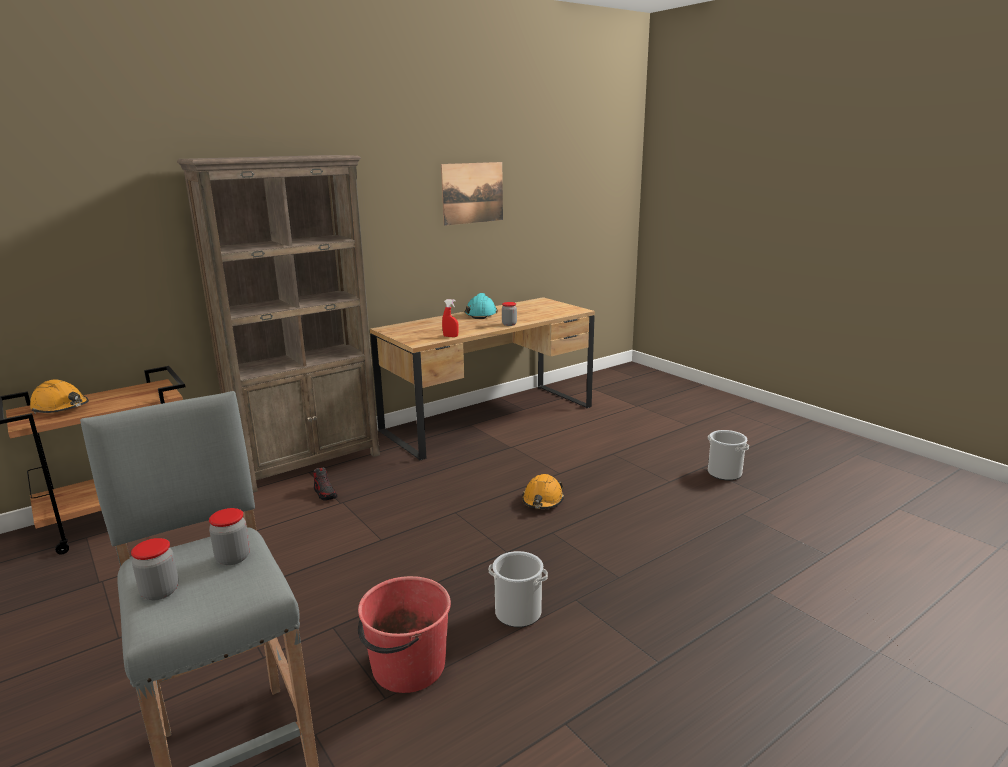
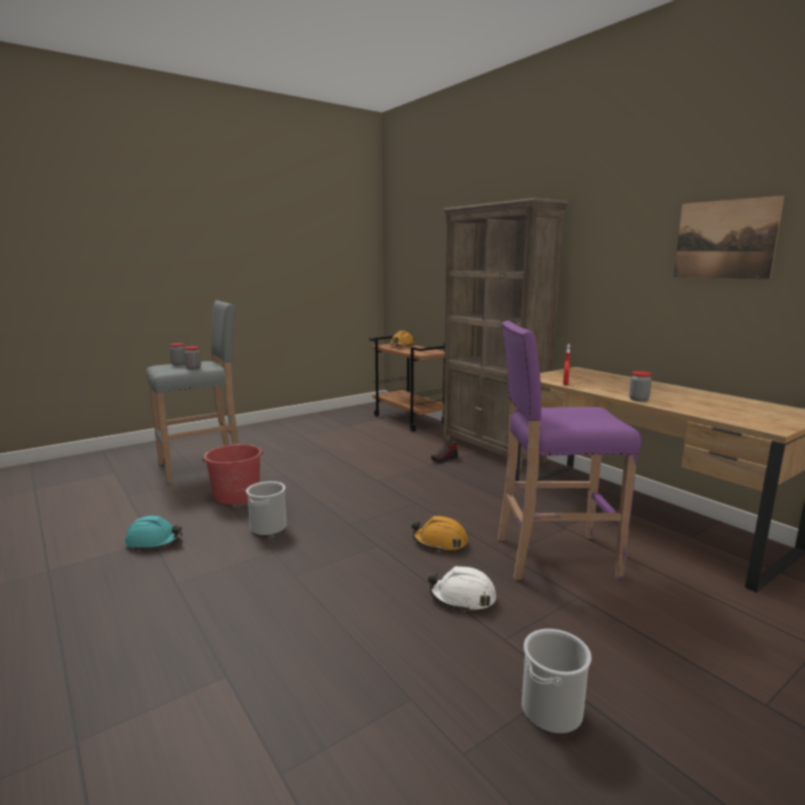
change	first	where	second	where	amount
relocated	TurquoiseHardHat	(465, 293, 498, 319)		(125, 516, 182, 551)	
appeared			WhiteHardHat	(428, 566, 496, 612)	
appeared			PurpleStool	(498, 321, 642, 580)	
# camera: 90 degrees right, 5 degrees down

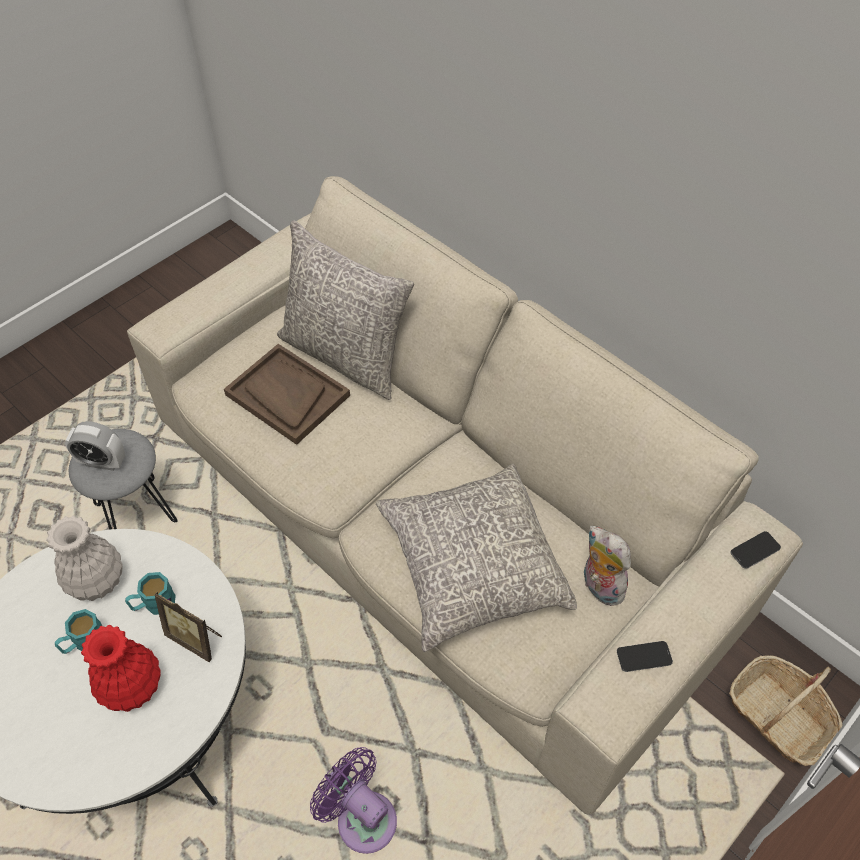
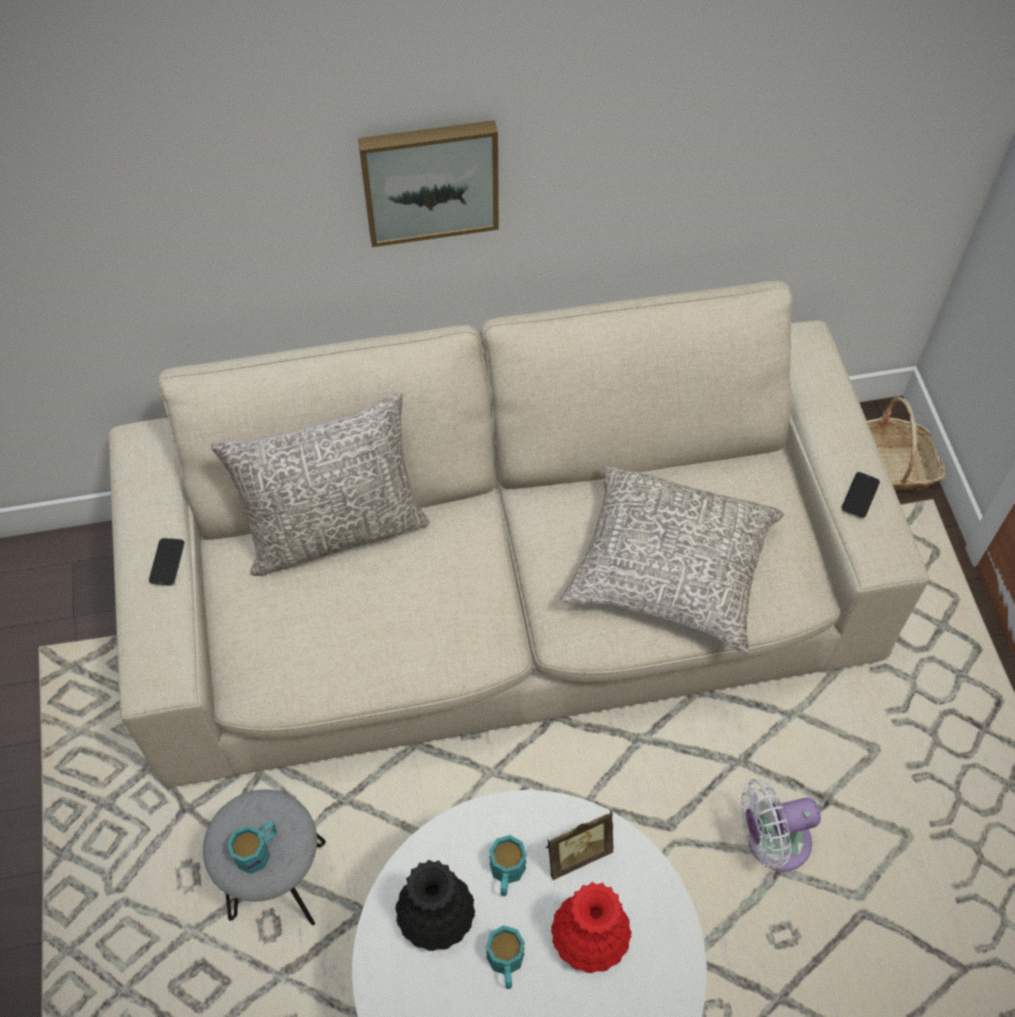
change	first	where	second	where	amount
relocated	Phone	(731, 531, 781, 569)		(149, 538, 185, 586)	
exchanged	AlarmClock	(65, 421, 125, 471)	TurquoiseMug	(227, 821, 277, 874)	
appeared			Picture	(358, 120, 499, 247)	
colour	WhiteVase	(46, 515, 122, 601)	BlackVase	(395, 860, 475, 951)	
colour	PurpleFan	(310, 747, 397, 854)	WhiteFan	(741, 779, 821, 872)	
missing	BrownTray	(224, 344, 350, 445)			
missing	PlushToy	(584, 526, 631, 606)			
# camera: 55 degrees left, 5 degrees up

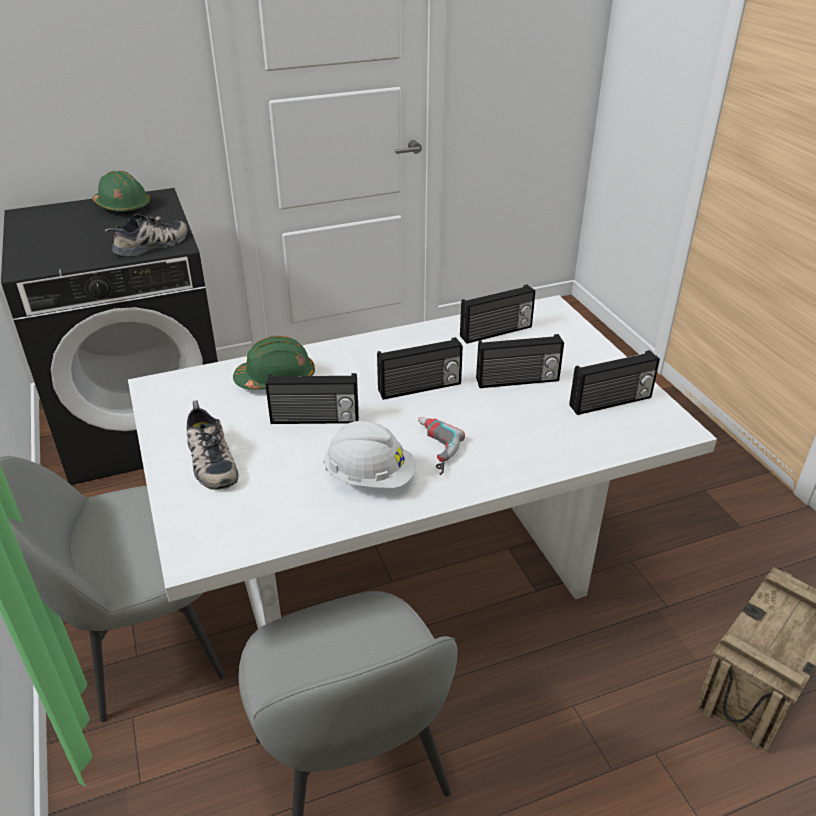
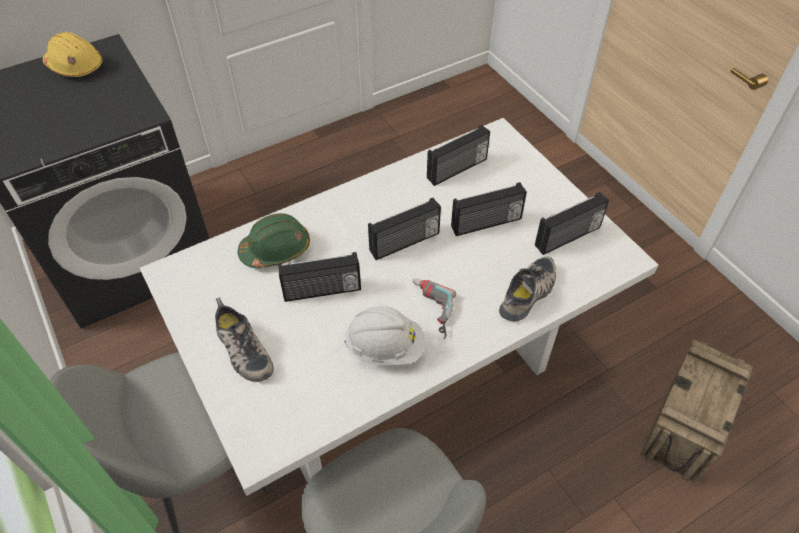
change	first	where	second	where	amount
colour	GreenHardHat	(93, 171, 150, 215)	YellowHardHat	(43, 32, 103, 78)	
relocated	Shoe	(105, 214, 187, 258)		(499, 256, 556, 321)	
# camera: 10 degrees left, 15 degrees up

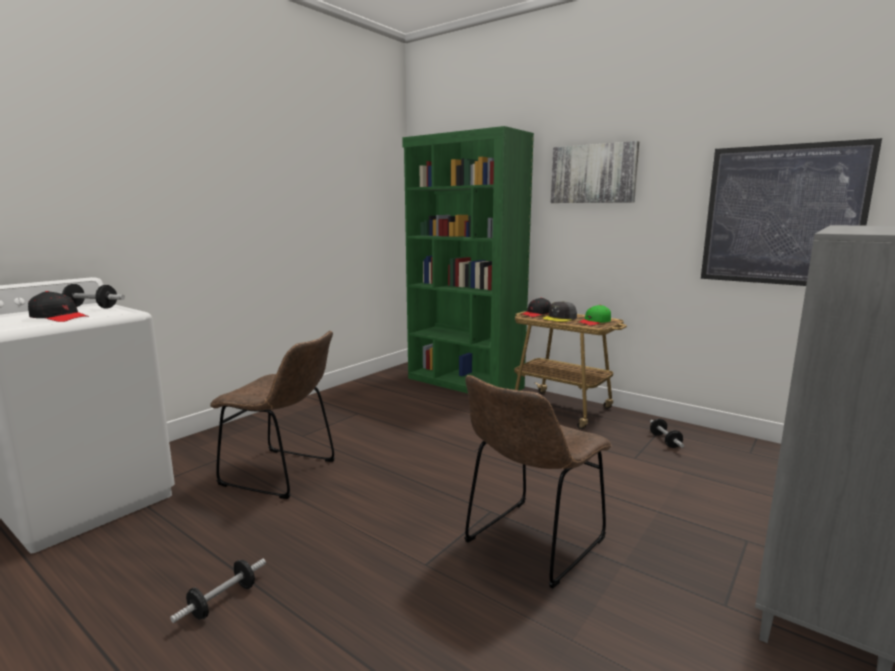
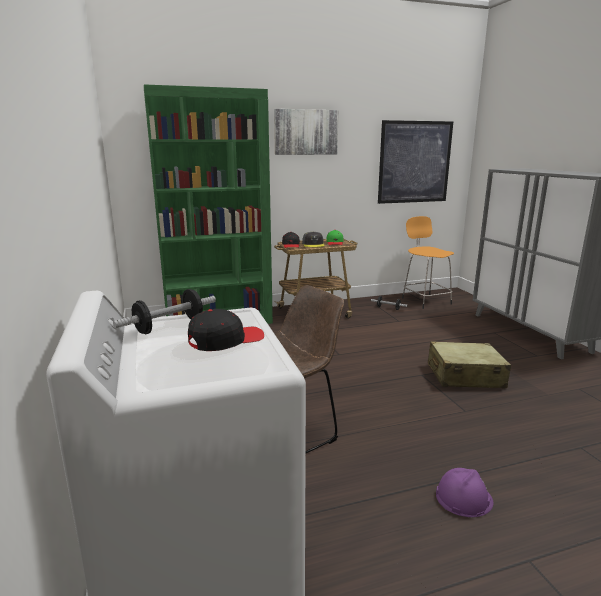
change	first	where	second	where	amount
appeared			OrangeStool	(402, 216, 454, 309)	
exchanged	BrownChair	(464, 375, 612, 588)	BeigeSuitcase	(428, 341, 511, 388)	
exchanged	Dumbbell	(170, 559, 266, 623)	PurpleHardHat	(436, 468, 494, 517)	
# camera: 55 degrees left, 5 degrees up

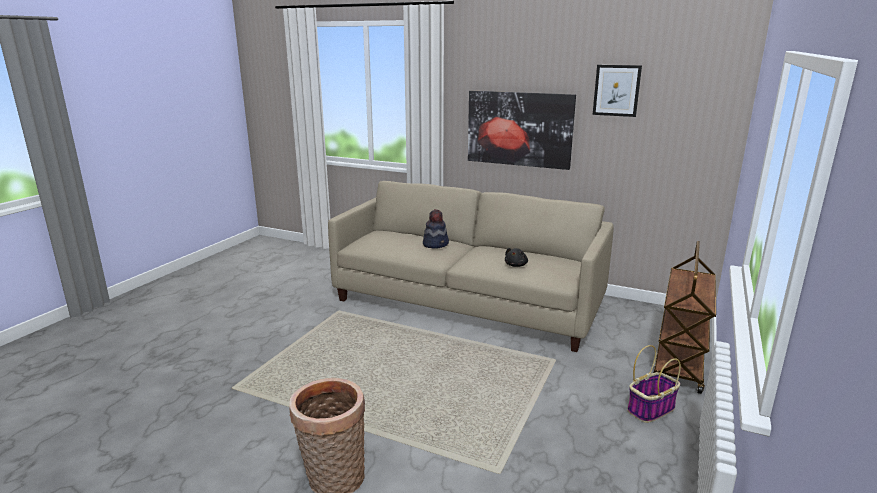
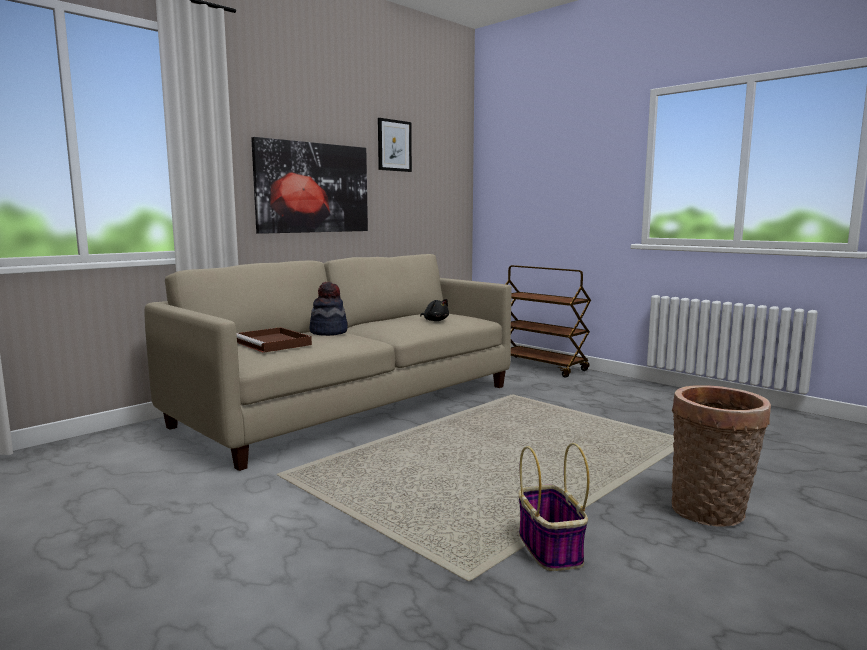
change	first	where	second	where	amount
appeared			BrownTray	(236, 327, 312, 353)	
relocated	Basket	(627, 345, 681, 423)		(519, 443, 589, 571)	
# camera: 70 degrees left, 10 degrees down

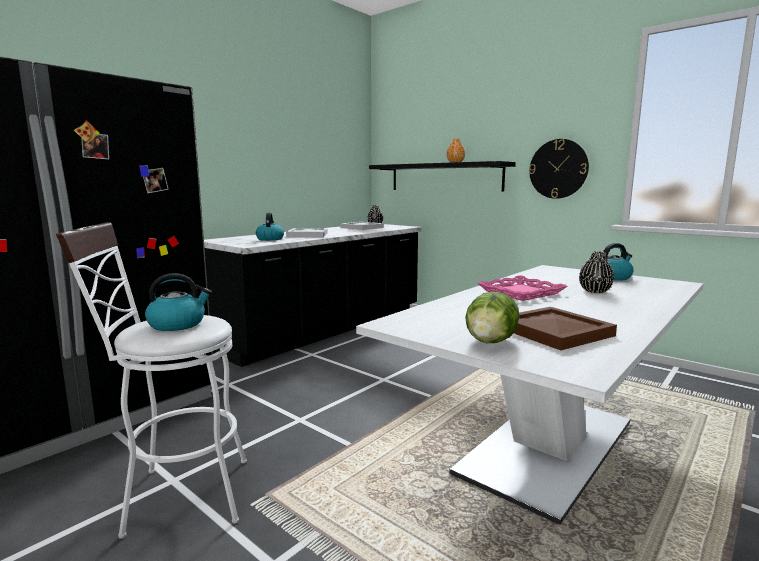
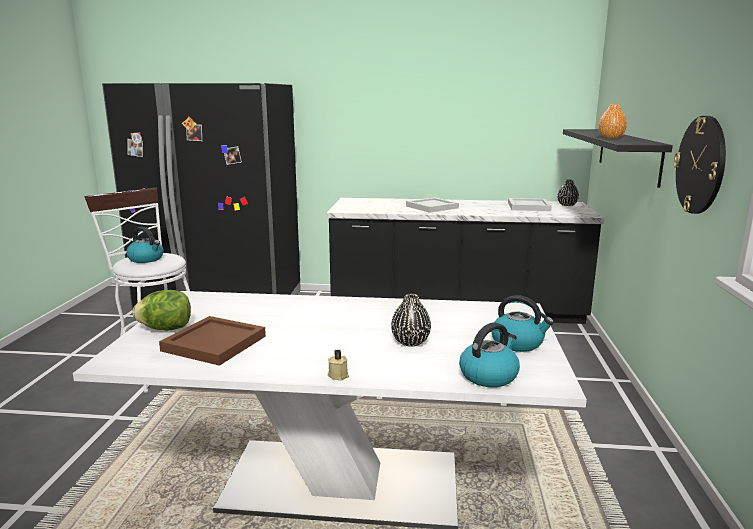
change	first	where	second	where	amount
appeared			BeigeCandle	(328, 349, 349, 381)	
relocated	Kettle	(256, 213, 284, 241)		(459, 322, 520, 387)	
missing	PinkTray	(478, 275, 567, 301)			
# camera: 55 degrees right, 5 degrees up

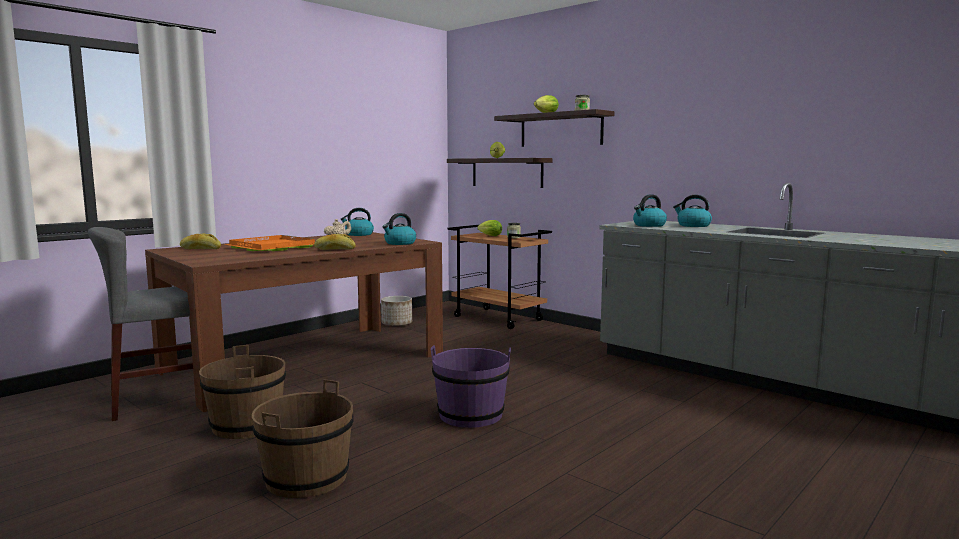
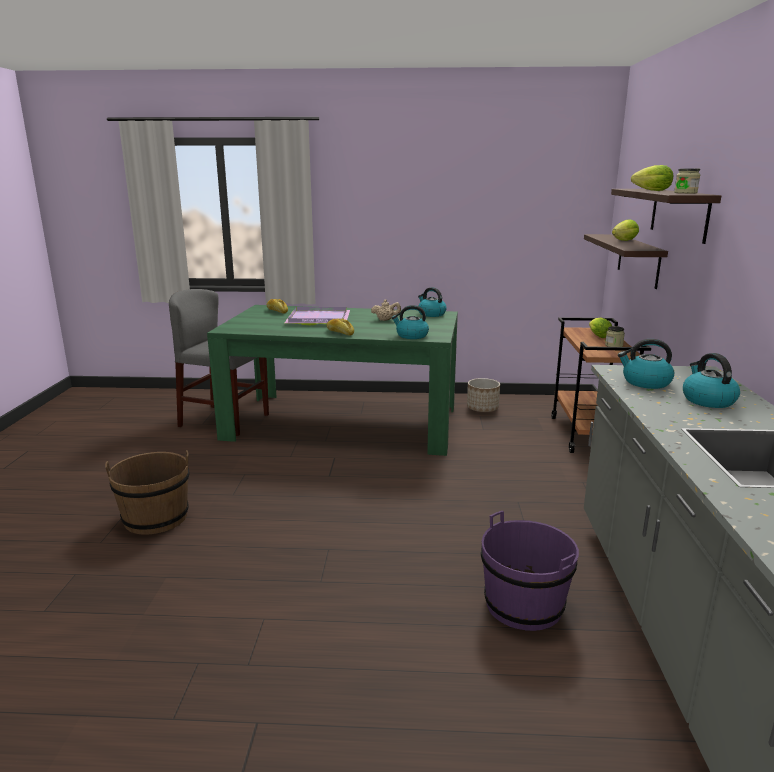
change	first	where	second	where	amount
colour	BrownDiningTable	(145, 232, 443, 412)	GreenDiningTable	(207, 305, 458, 456)	
colour	OrangeTray	(223, 235, 315, 251)	PurpleTray	(285, 307, 350, 325)	
relocated	PurpleBucket	(431, 345, 511, 428)		(481, 511, 579, 631)	
missing	BrownBucket	(199, 345, 286, 439)			
# camera: 50 degrees right, 10 degrees up

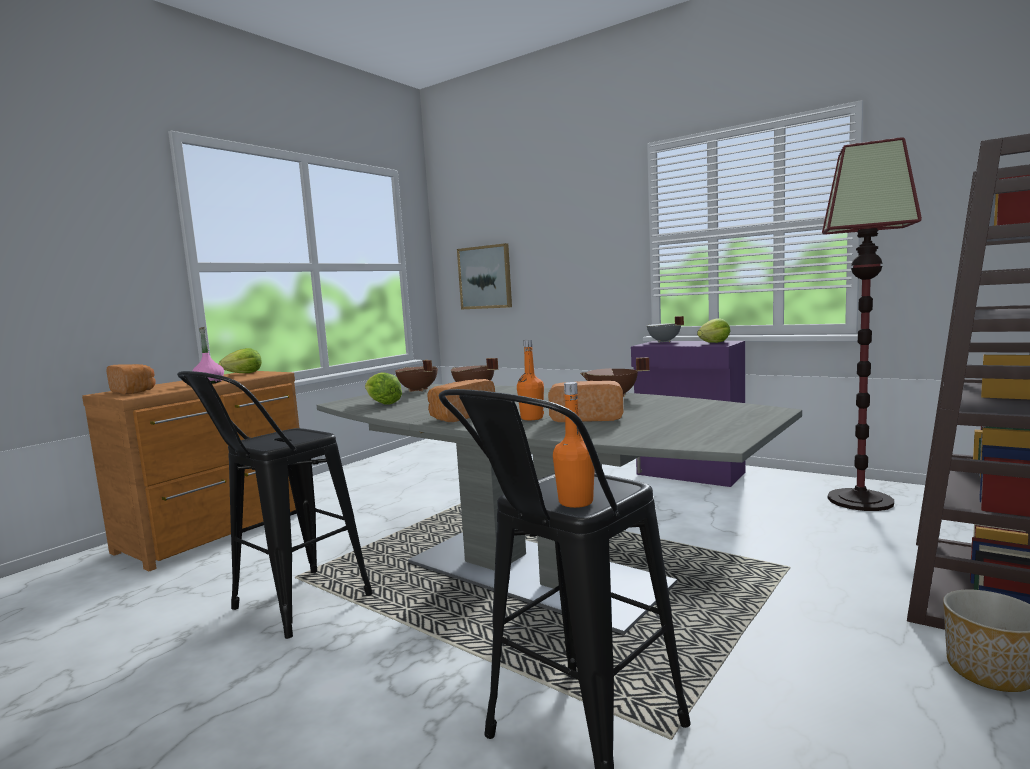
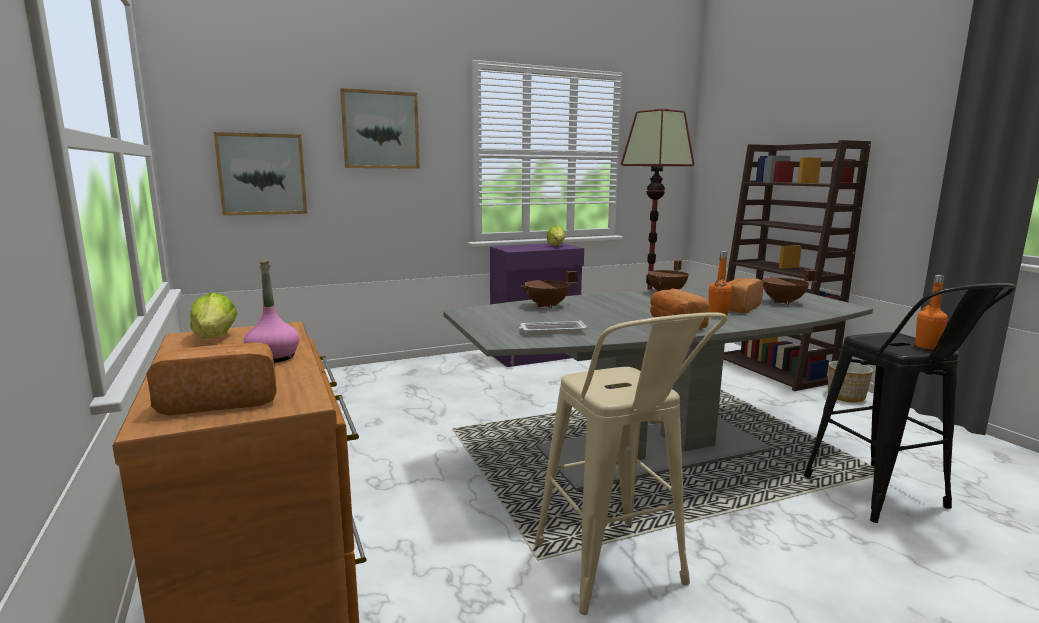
change	first	where	second	where	amount
appeared			Picture	(340, 88, 420, 169)	
exchanged	Lettuce	(365, 372, 402, 405)	WhiteTray	(519, 320, 587, 335)	
colour	BlackStool	(177, 371, 373, 639)	BeigeStool	(535, 313, 728, 615)	
relocated	BrownCookingPot	(395, 360, 438, 392)		(762, 270, 818, 305)	
missing	GreyCookingPot	(647, 316, 684, 343)			
# camera: 60 degrees left, 5 degrees up

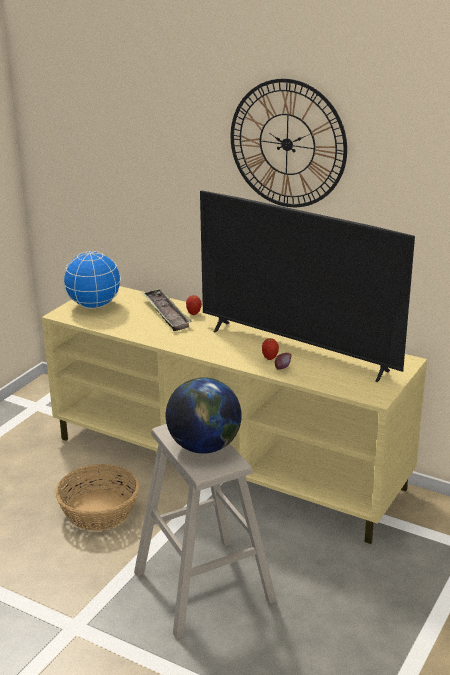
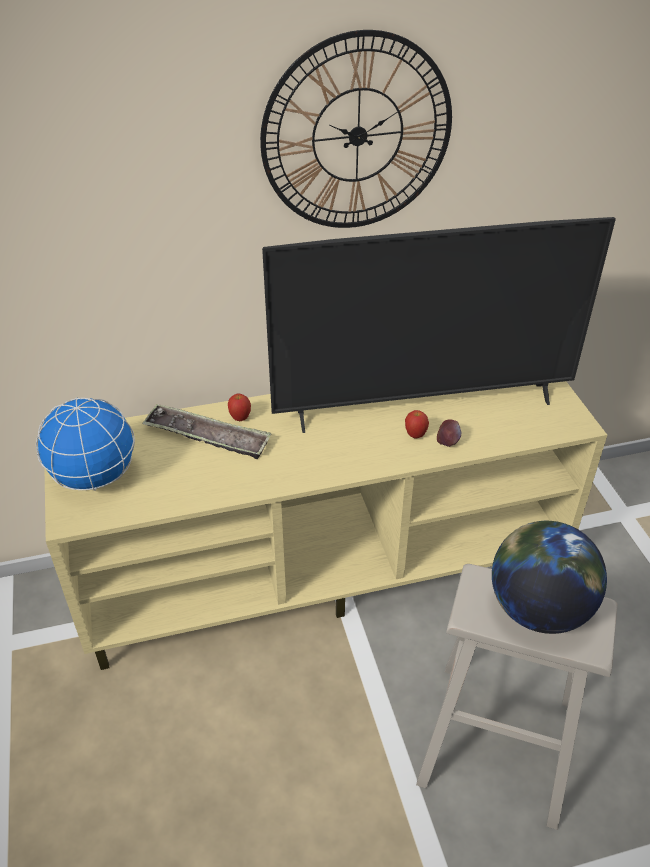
change	first	where	second	where	amount
missing	Basket	(56, 464, 139, 531)			
# camera: 45 degrees left, 15 degrees up

